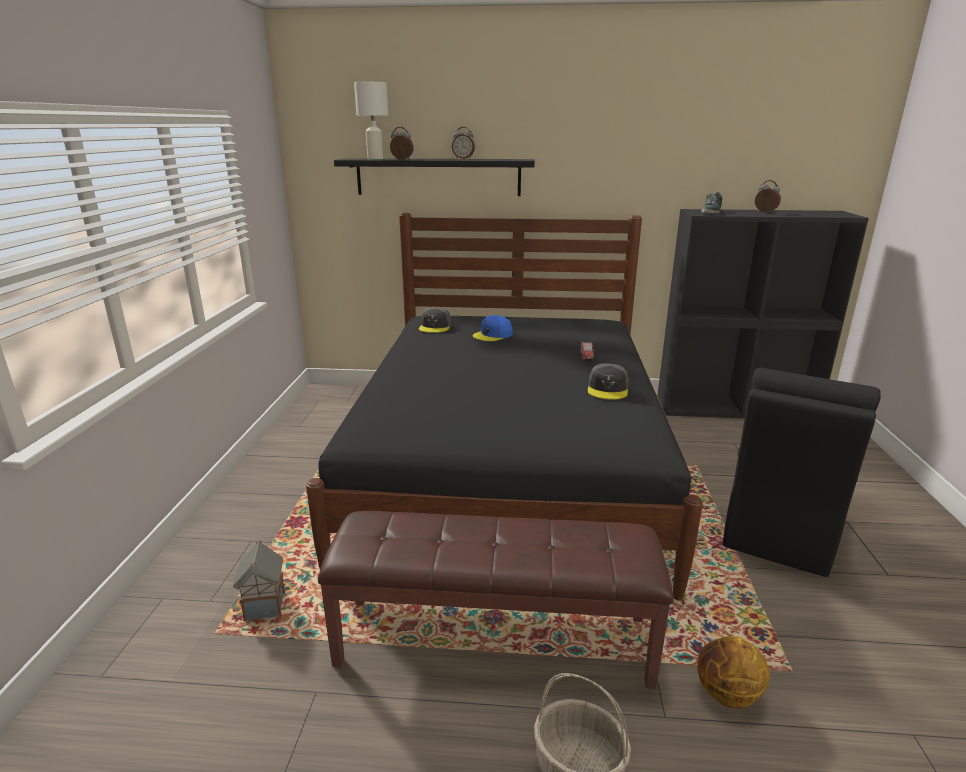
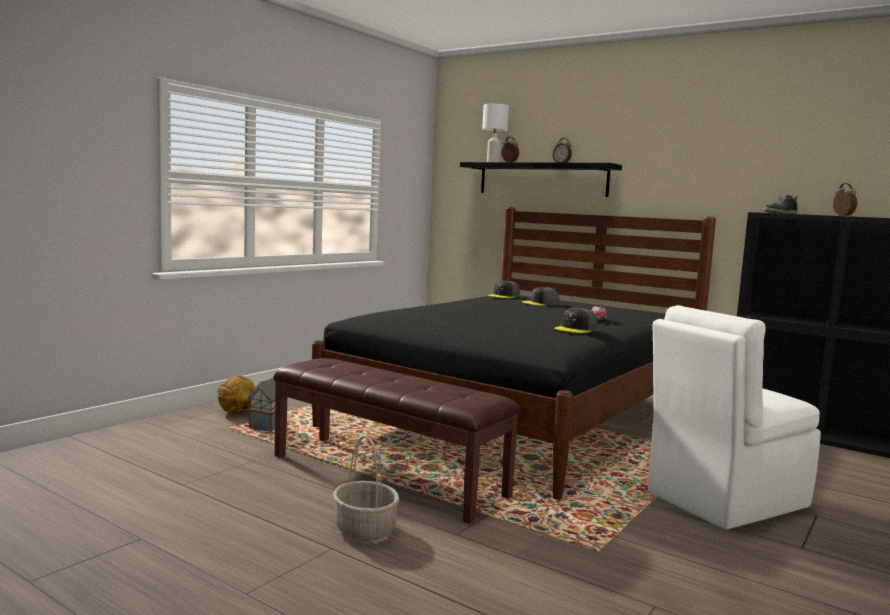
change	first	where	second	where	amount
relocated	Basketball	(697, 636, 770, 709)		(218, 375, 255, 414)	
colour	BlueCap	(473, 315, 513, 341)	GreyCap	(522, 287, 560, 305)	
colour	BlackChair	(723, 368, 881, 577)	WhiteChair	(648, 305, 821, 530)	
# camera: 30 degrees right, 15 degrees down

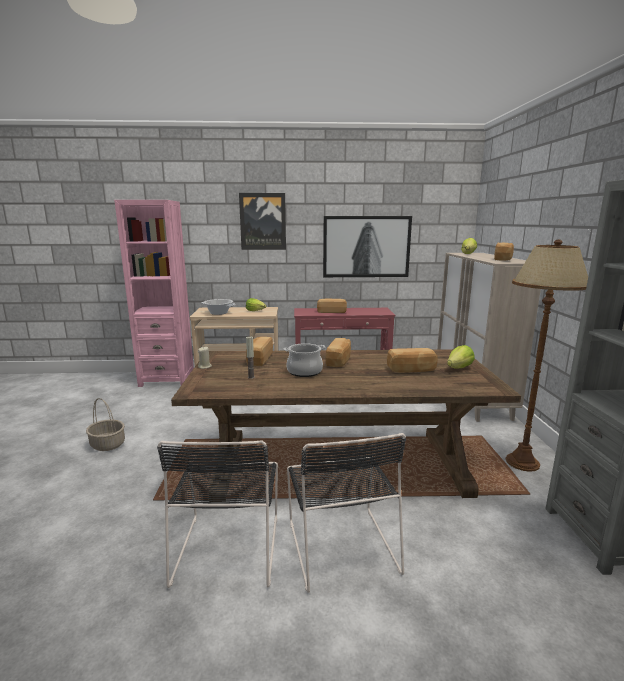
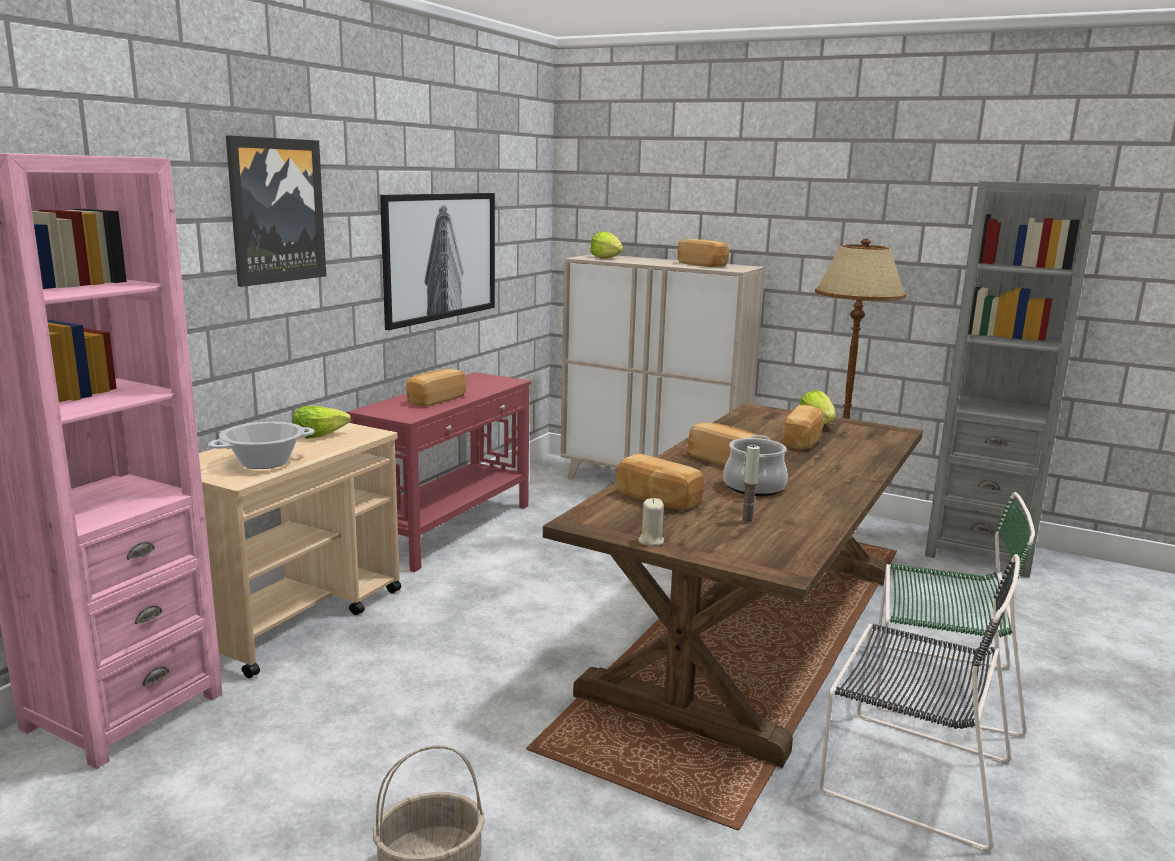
change	first	where	second	where	amount
colour	BlackChair	(287, 433, 406, 593)	GreenChair	(875, 492, 1035, 737)	
# camera: 60 degrees left, 0 degrees up

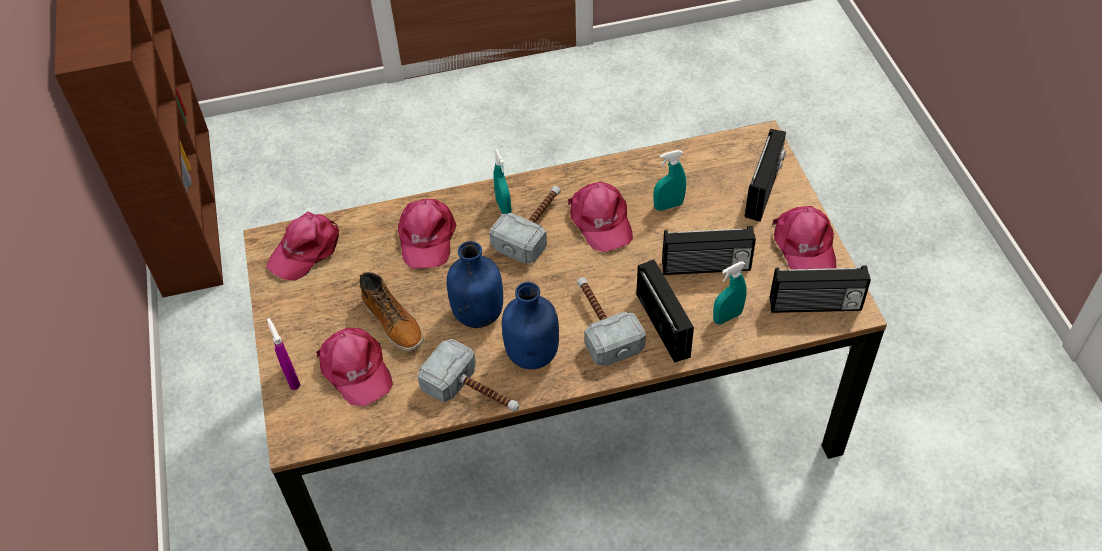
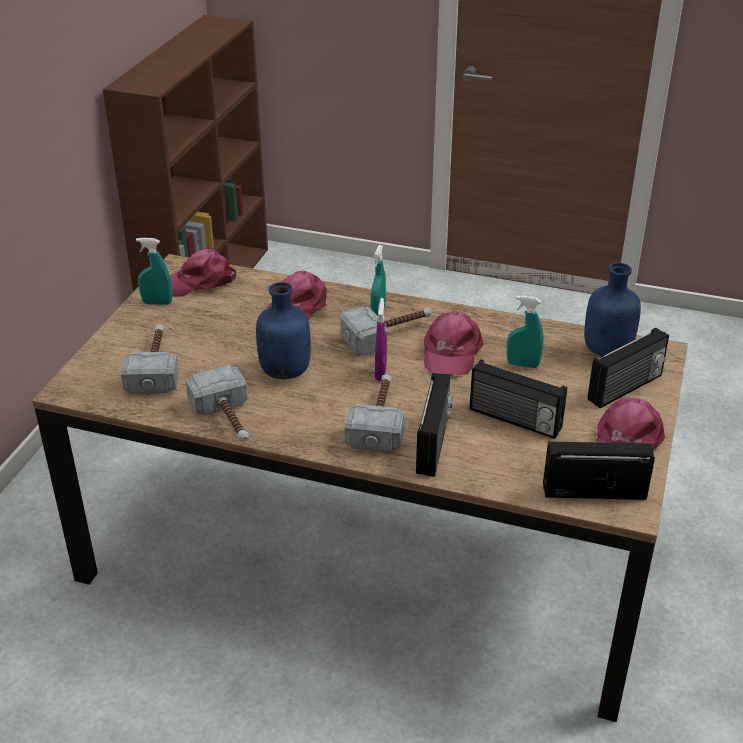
change	first	where	second	where	amount
exchanged	PinkCap	(316, 328, 393, 406)	Hammer	(121, 325, 179, 394)	
relocated	TurquoiseSprayBottle	(713, 261, 747, 324)		(136, 238, 172, 305)	
relocated	PurpleSprayBottle	(267, 318, 300, 390)		(375, 298, 387, 381)	
spun	Radio	(770, 265, 871, 313)		(543, 441, 655, 500)	150 degrees clockwise
relocated	BlueBottle	(502, 282, 559, 369)		(584, 263, 641, 357)	
missing	Boot	(359, 272, 424, 351)			
# camera: 30 degrees right, 15 degrees down

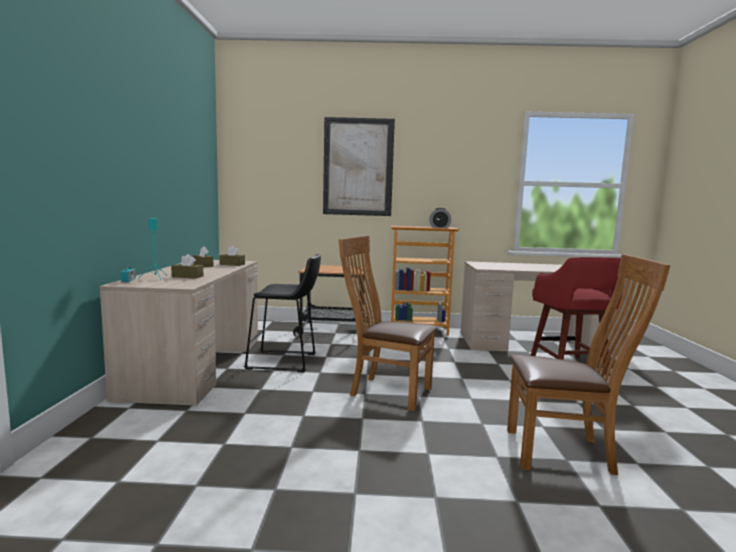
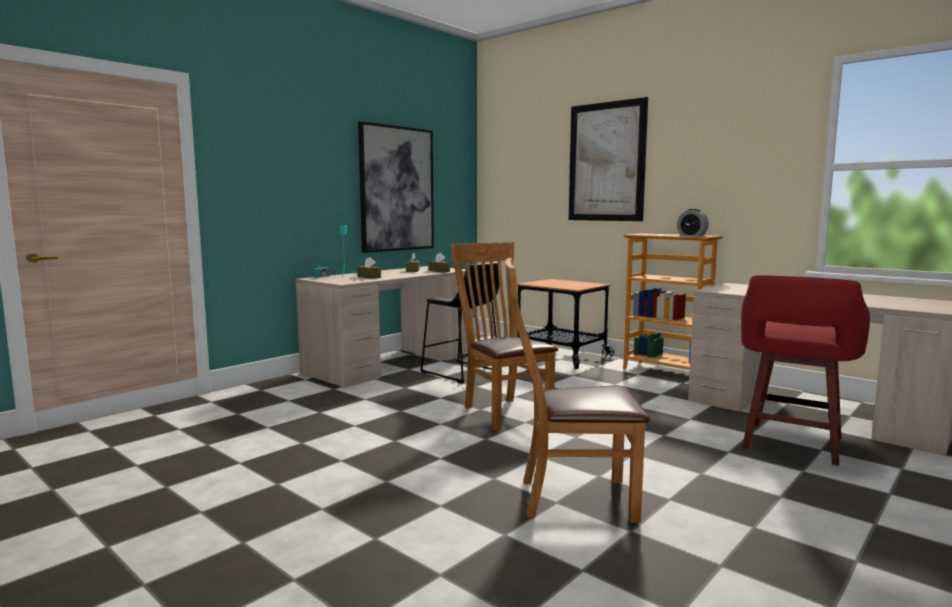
change	first	where	second	where	amount
appeared			Picture	(358, 121, 434, 253)	
spun	BrownChair	(507, 254, 671, 475)		(505, 258, 650, 523)	135 degrees clockwise
# camera: 40 degrees right, 0 degrees up

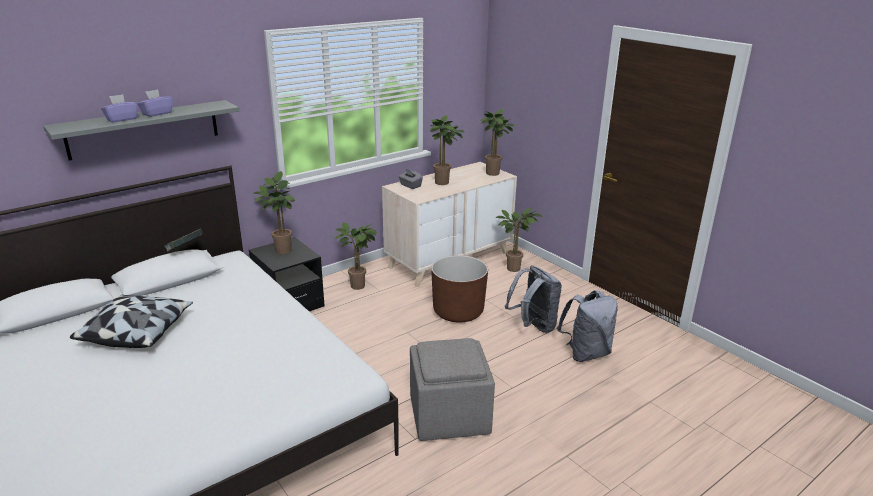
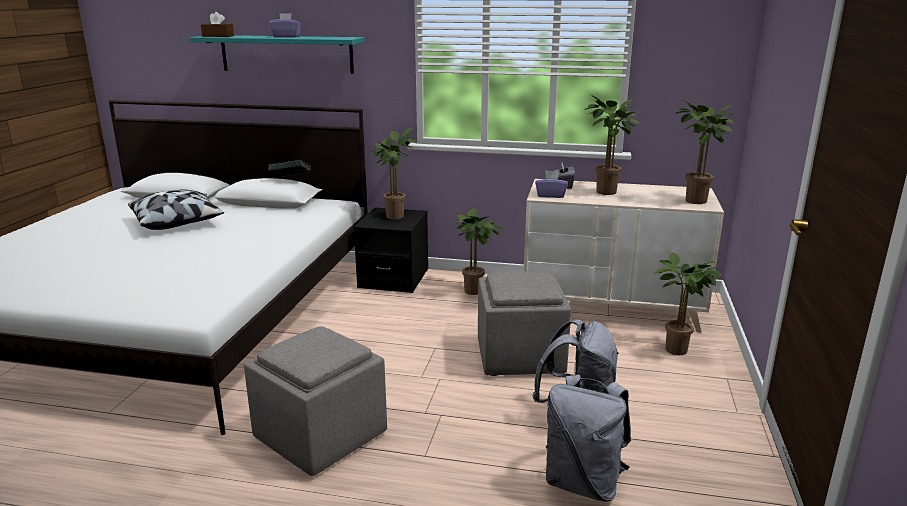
change	first	where	second	where	amount
colour	GreyShelf	(43, 100, 239, 160)	TurquoiseShelf	(190, 35, 365, 74)	
appeared			BrownTissueBox	(201, 12, 234, 37)	
exchanged	BrownPlanter	(431, 255, 488, 323)	GreyOttoman	(478, 271, 571, 376)	
relocated	PurpleTissueBox	(101, 94, 138, 122)		(535, 170, 568, 198)	
# camera: 50 degrees right, 5 degrees down

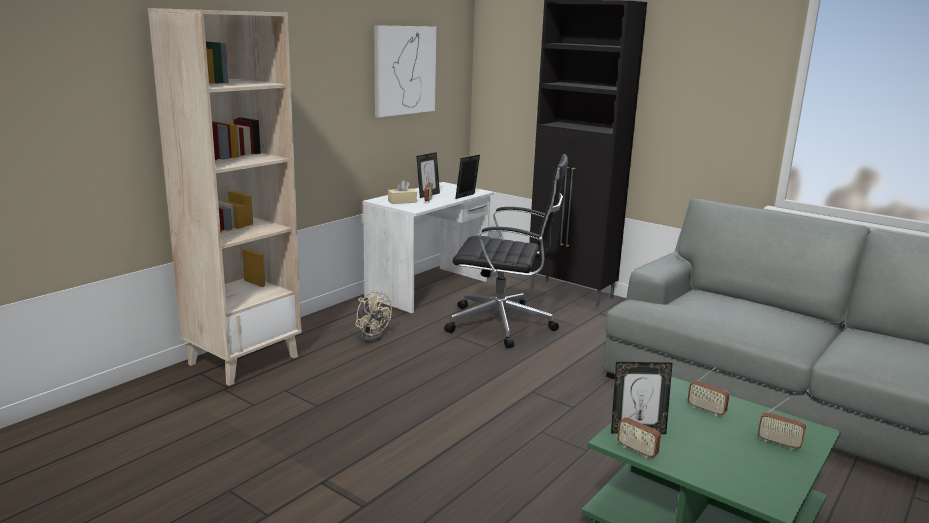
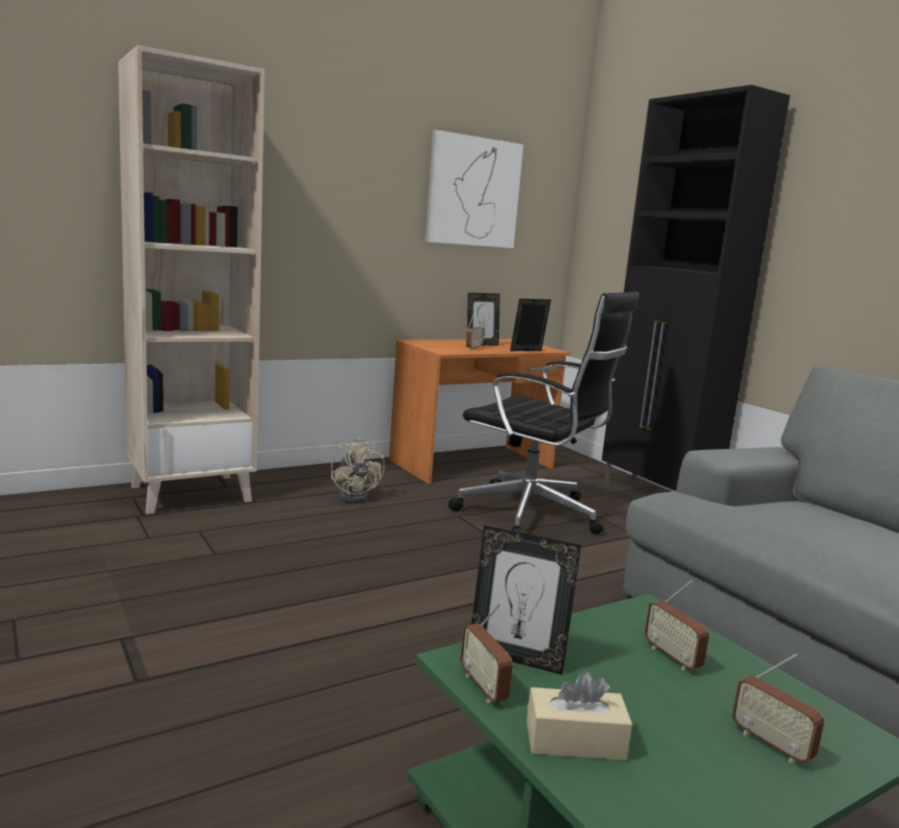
change	first	where	second	where	amount
colour	WhiteDesk	(363, 182, 494, 313)	OrangeDesk	(389, 339, 570, 484)	
relocated	BeigeTissueBox	(388, 180, 417, 204)		(526, 671, 633, 760)	
# camera: 20 degrees right, 5 degrees down

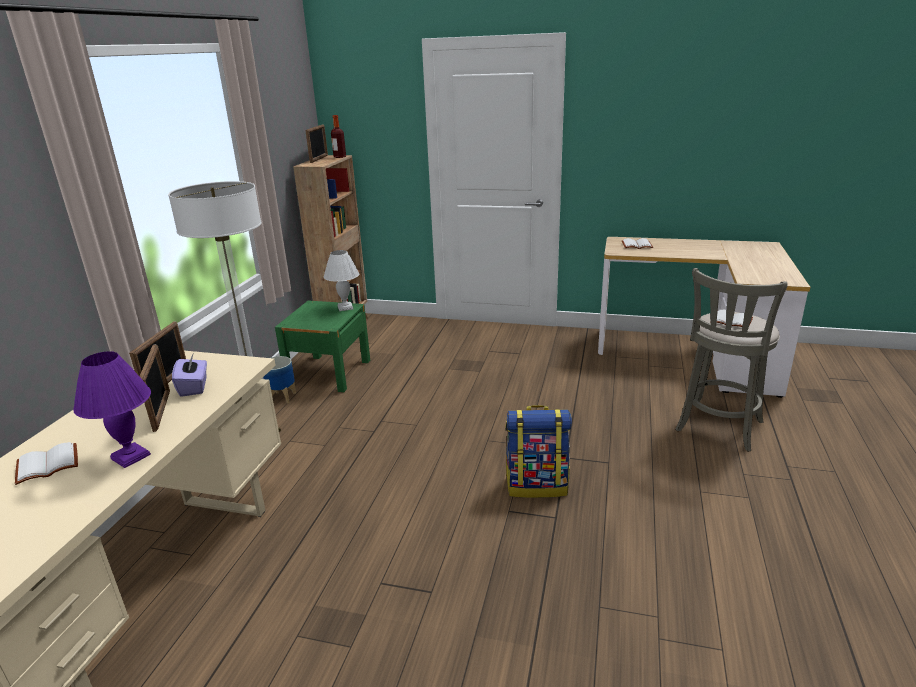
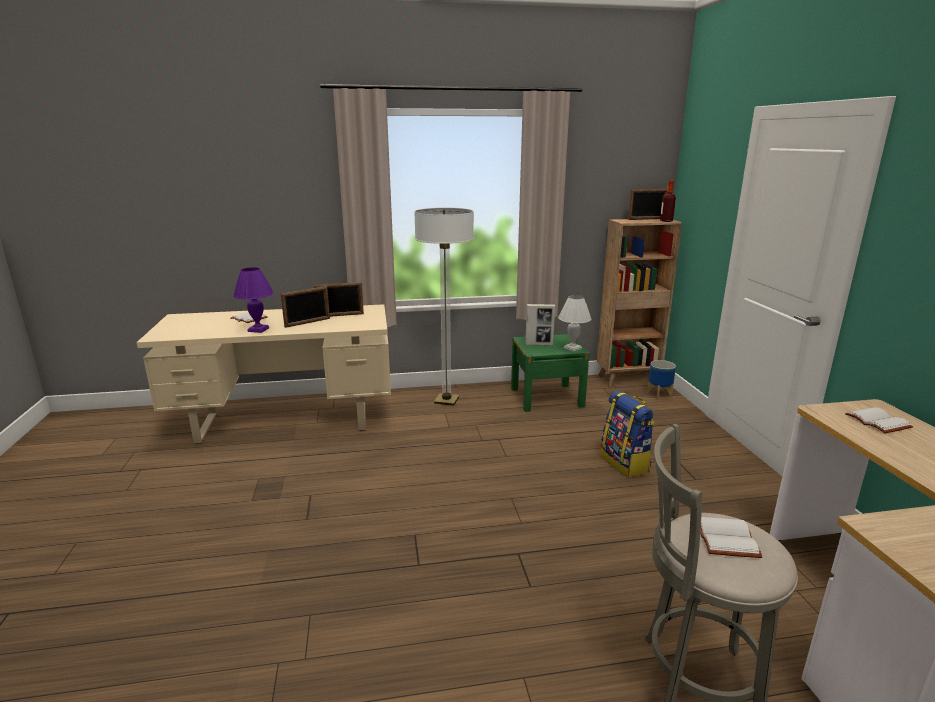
change	first	where	second	where	amount
appeared			PictureFrame	(525, 304, 556, 346)	
relocated	Backpack	(505, 405, 572, 498)		(600, 390, 655, 477)	
relocated	Planter	(263, 356, 296, 403)		(647, 360, 676, 399)	
missing	PurpleTissueBox	(172, 352, 207, 397)			
# camera: 65 degrees right, 5 degrees down

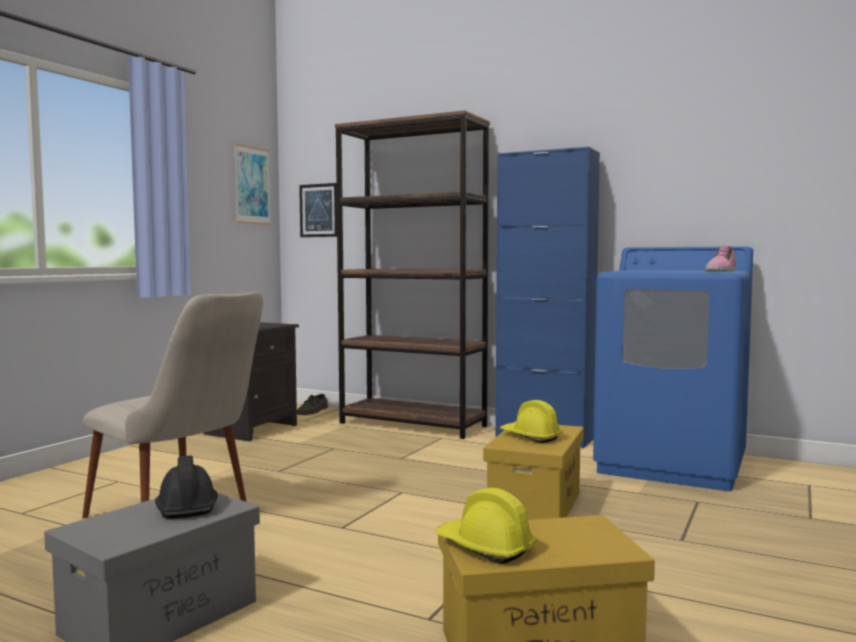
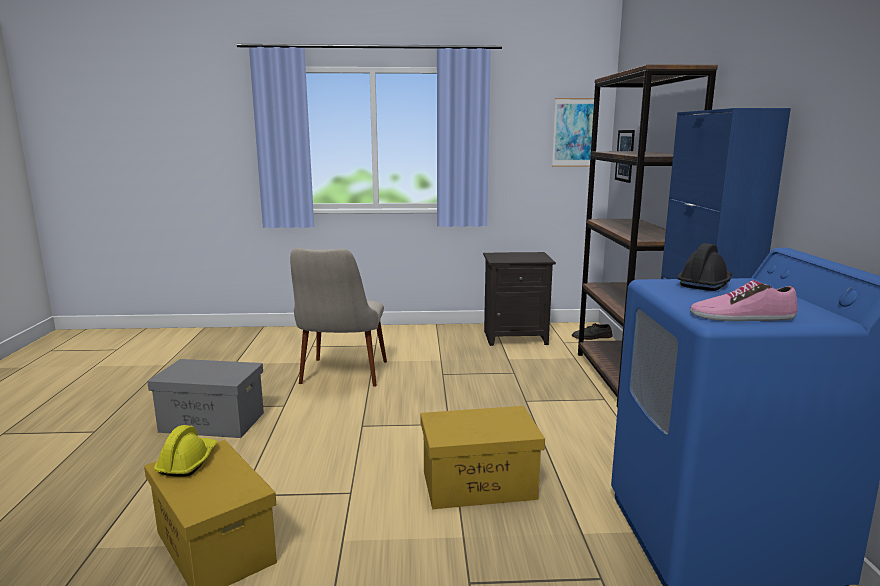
change	first	where	second	where	amount
relocated	BlackHardHat	(155, 456, 218, 519)		(677, 243, 732, 291)	
missing	YellowHardHat	(500, 400, 563, 443)			
# camera: 60 degrees right, 10 degrees up

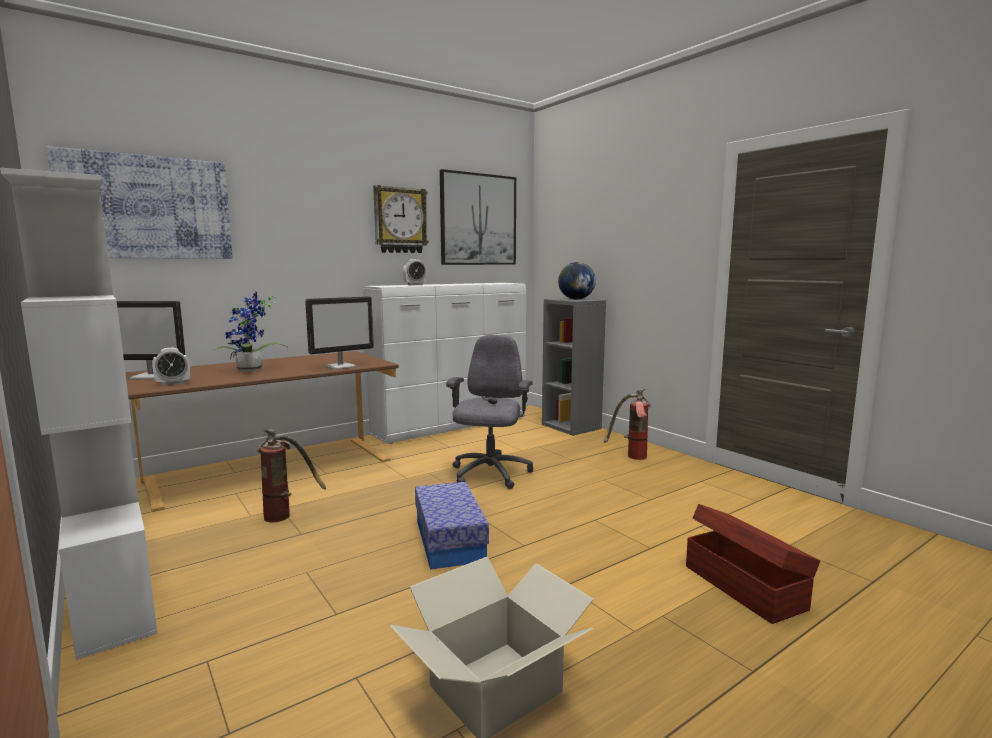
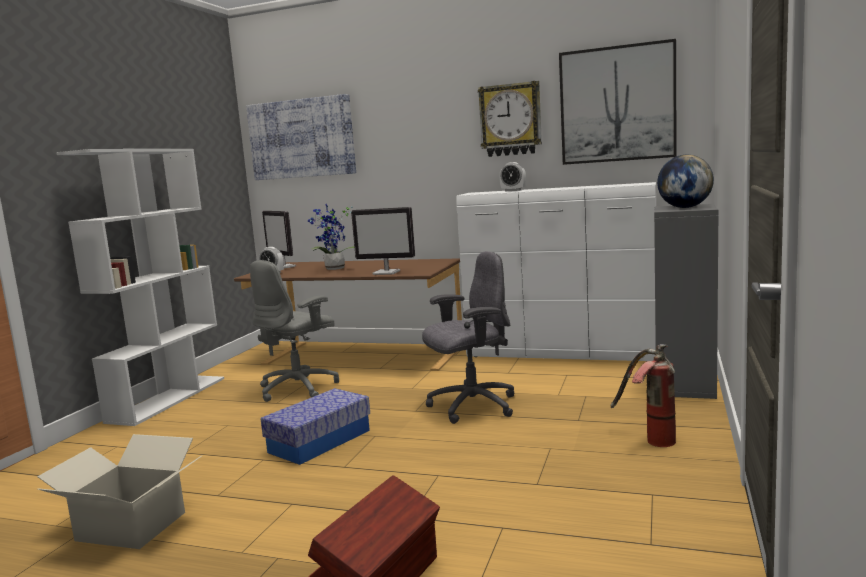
change	first	where	second	where	amount
exchanged	FireExtinguisher	(257, 429, 326, 522)	GreyOfficeChair	(250, 260, 339, 402)	
# camera: 55 degrees right, 0 degrees up

